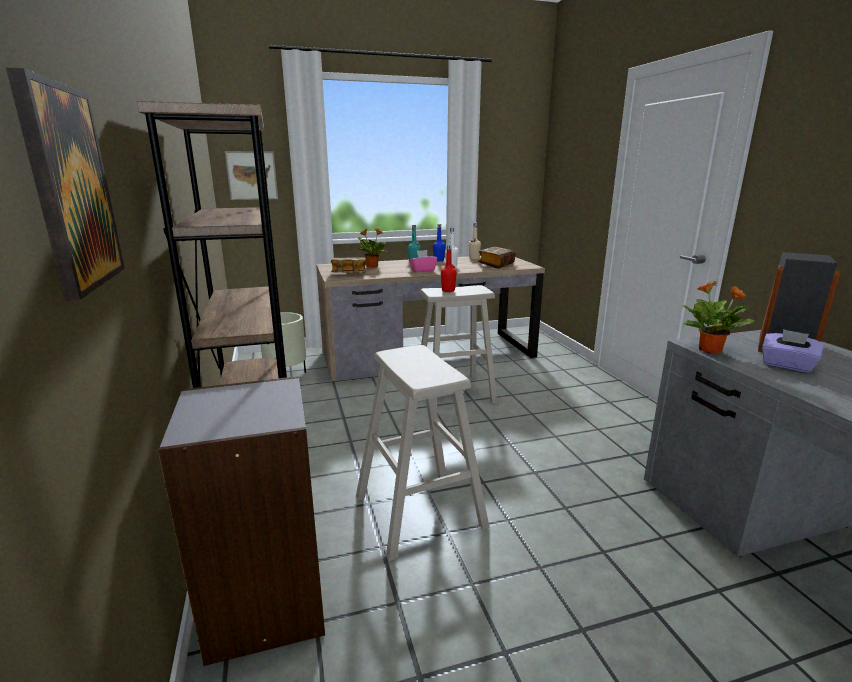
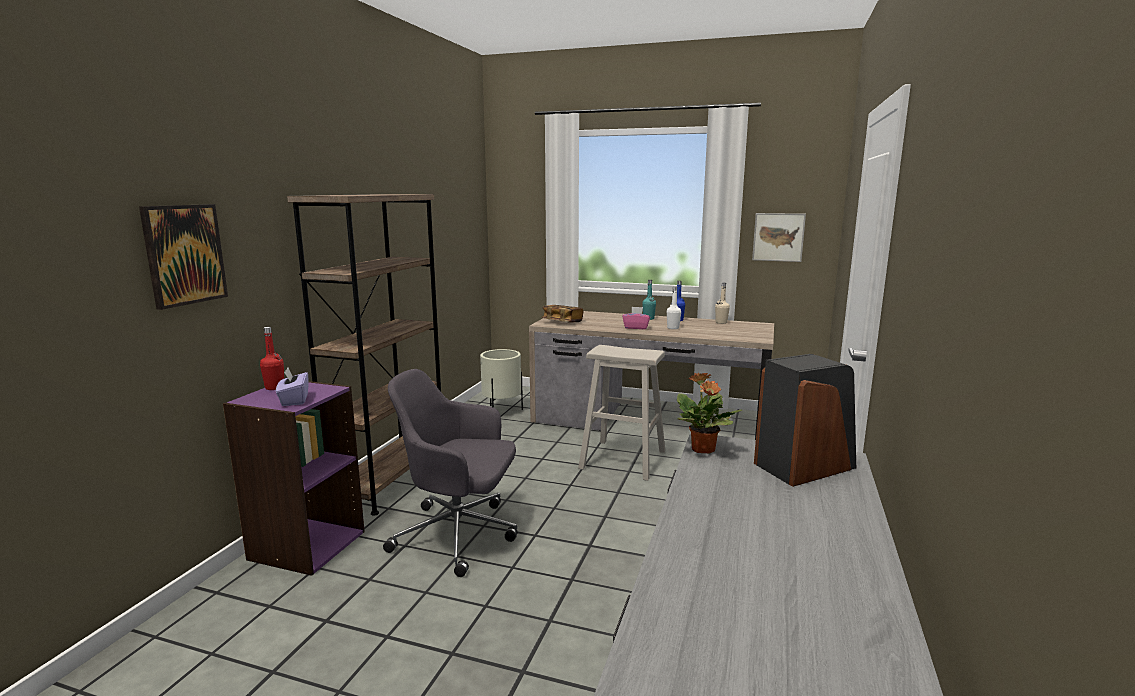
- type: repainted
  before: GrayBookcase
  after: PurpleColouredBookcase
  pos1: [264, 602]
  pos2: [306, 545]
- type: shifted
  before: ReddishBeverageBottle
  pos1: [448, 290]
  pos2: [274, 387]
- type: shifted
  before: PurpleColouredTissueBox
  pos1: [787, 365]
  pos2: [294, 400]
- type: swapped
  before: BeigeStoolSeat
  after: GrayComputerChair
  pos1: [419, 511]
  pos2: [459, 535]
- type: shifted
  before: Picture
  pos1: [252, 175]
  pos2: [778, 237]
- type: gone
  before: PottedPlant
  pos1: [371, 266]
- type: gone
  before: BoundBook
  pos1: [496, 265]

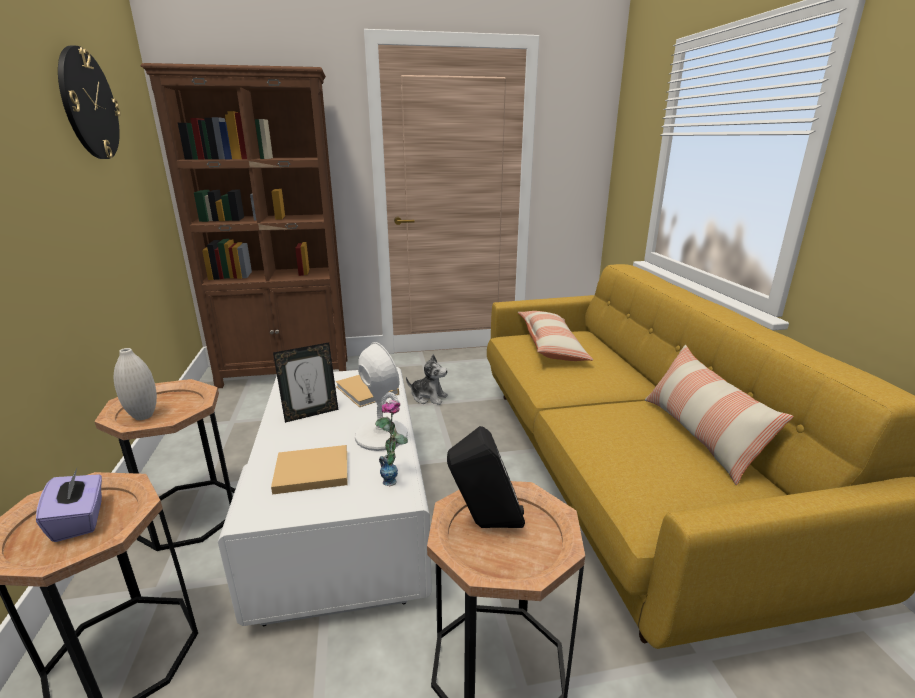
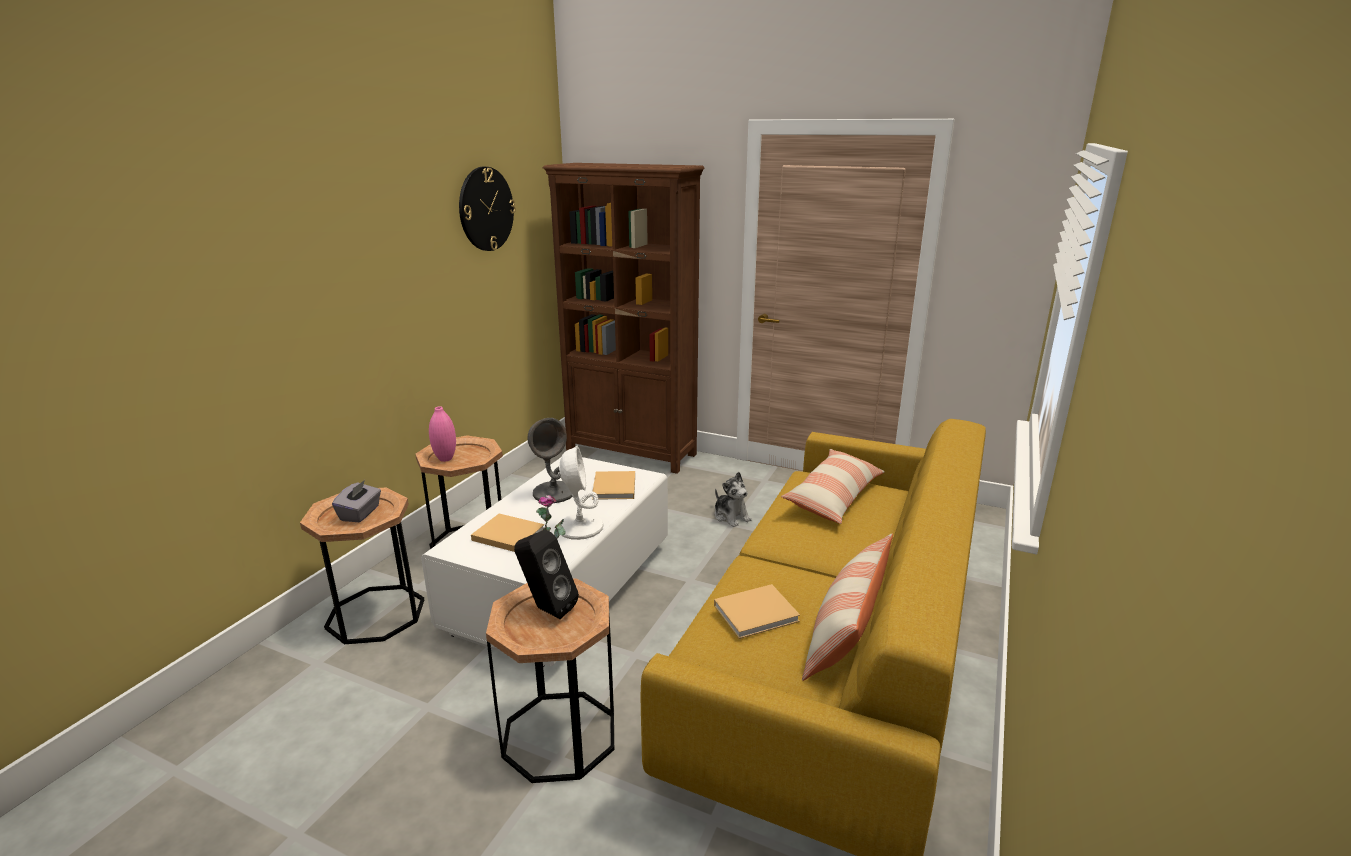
- type: repainted
  before: PurpleColouredTissueBox
  after: GrayTissueBox
  pos1: [80, 520]
  pos2: [360, 513]
- type: repainted
  before: WhitishDecorativeVase
  after: PinkishDecorativeVase
  pos1: [143, 416]
  pos2: [445, 459]
- type: swapped
  before: PhotoFrame
  after: GrayTableLamp
  pos1: [311, 414]
  pos2: [554, 493]
- type: new
  after: BeigeBoundBook
  pos2: [758, 613]

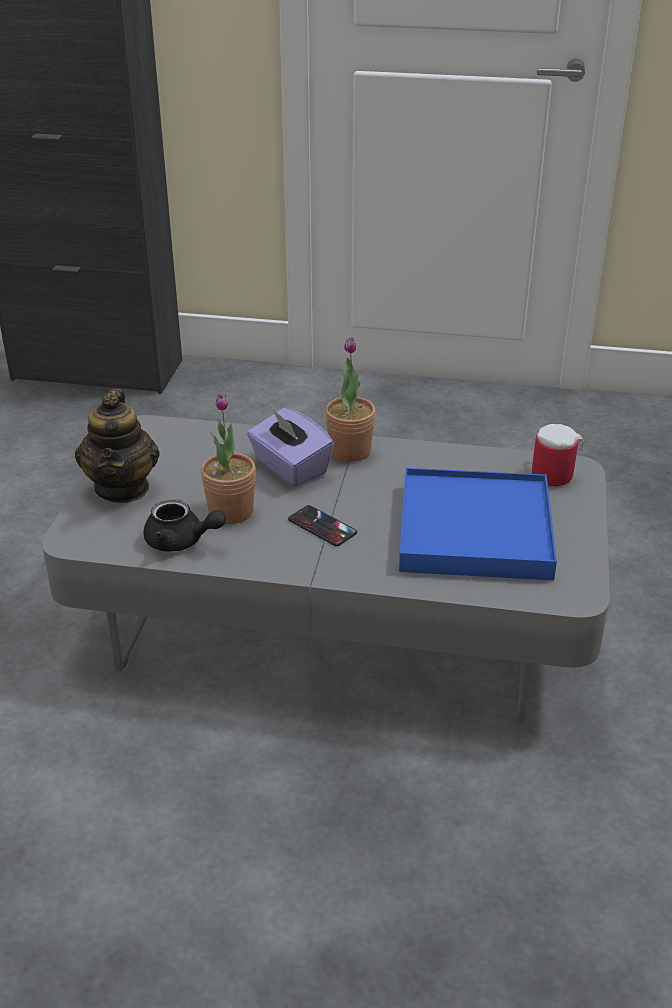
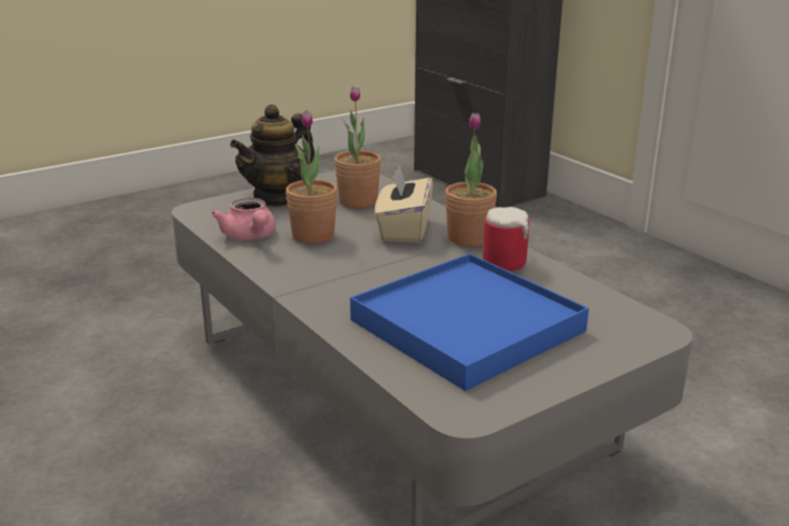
- type: repainted
  before: BlackPotForTea
  after: PinkishPotForTea
  pos1: [181, 541]
  pos2: [250, 237]
- type: new
  after: PottedPlant
  pos2: [358, 201]
- type: repainted
  before: PurpleColouredTissueBox
  after: BeigeTissueBox
  pos1: [290, 468]
  pos2: [403, 230]
- type: shifted
  before: TeaMug
  pos1: [551, 472]
  pos2: [509, 261]
- type: gone
  before: Handset
  pos1: [322, 526]

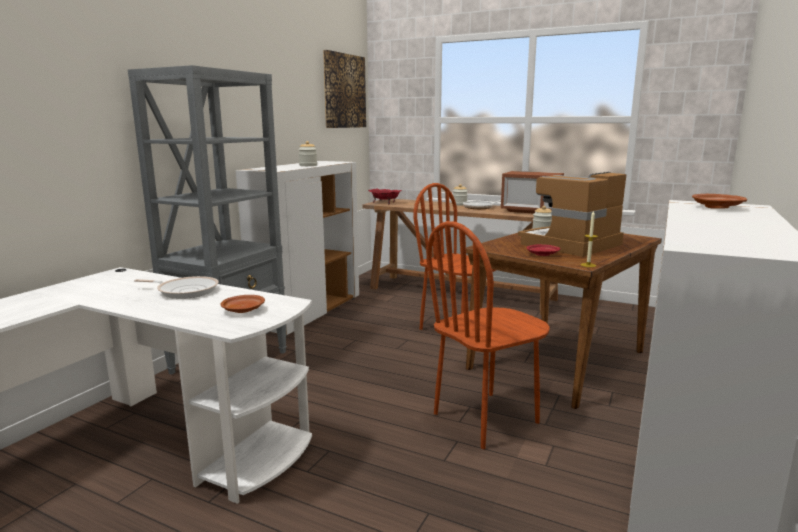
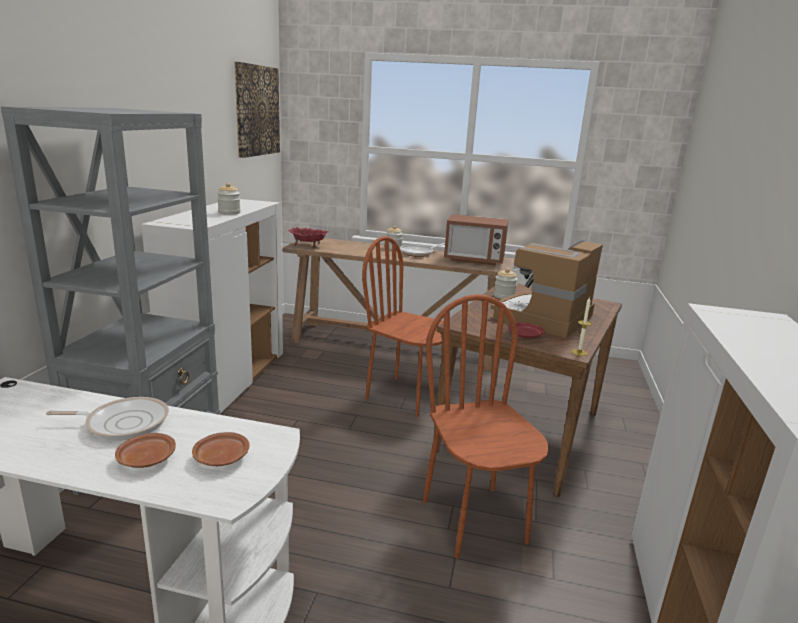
- type: shifted
  before: BrownColouredPlate
  pos1: [716, 207]
  pos2: [146, 458]
- type: rotated
  before: BrownColouredChair
  pos1: [486, 418]
  pos2: [474, 521]
  turn: 120

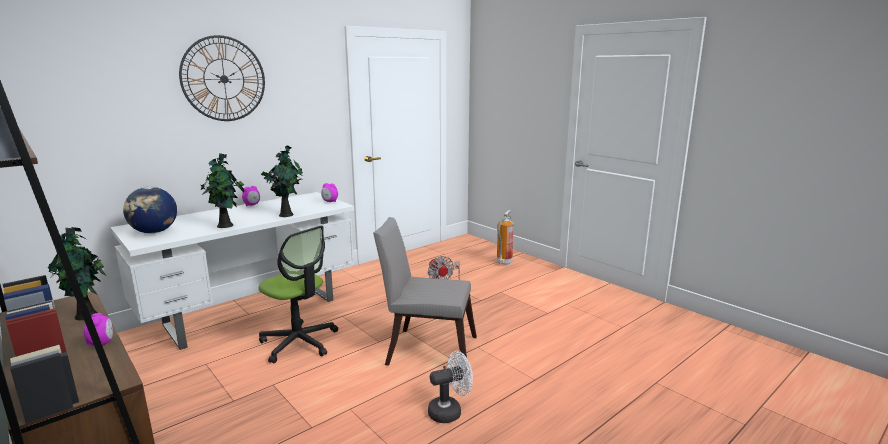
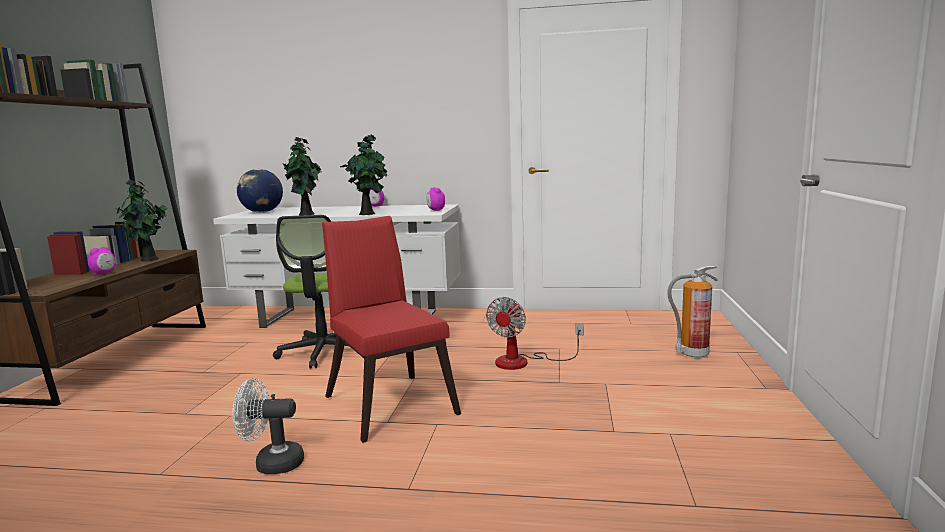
- type: rotated
  before: WhitishFan
  pos1: [450, 411]
  pos2: [272, 463]
  turn: 150
- type: repainted
  before: GrayChair
  after: ReddishChair
  pos1: [426, 349]
  pos2: [389, 401]
- type: gone
  before: HangingClock
  pos1: [224, 79]

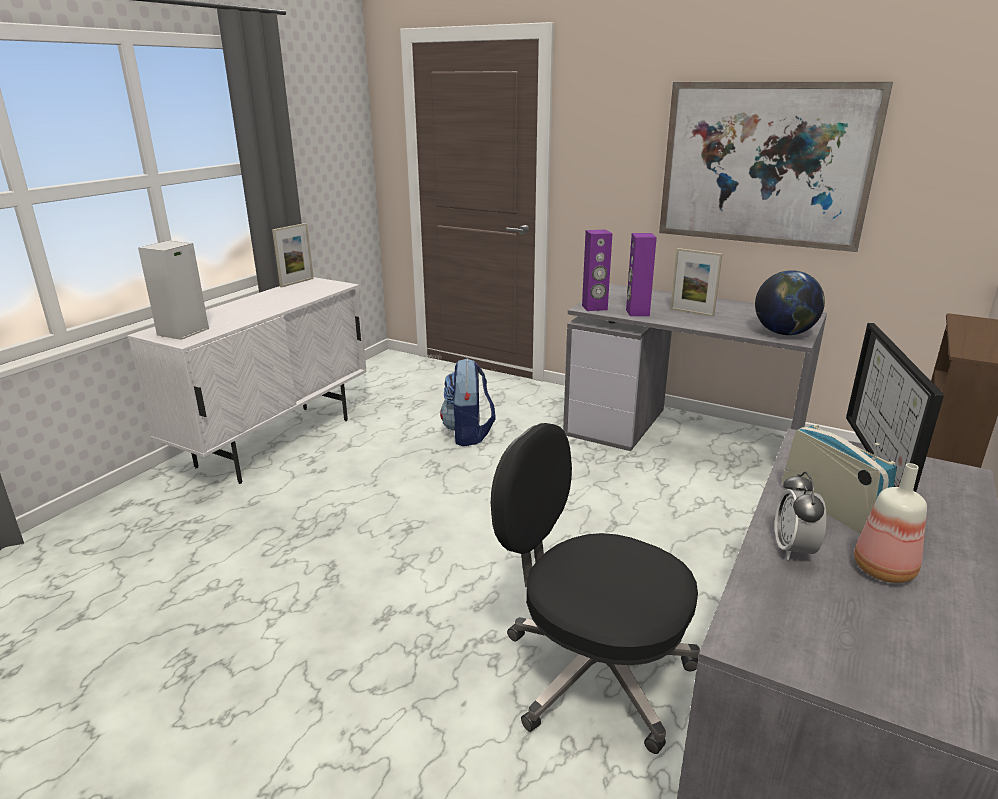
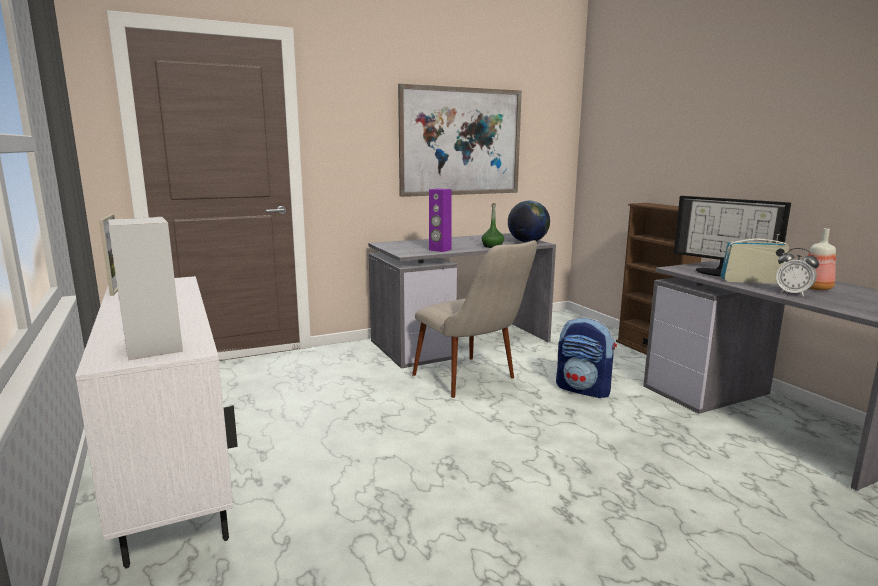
- type: new
  after: BeigeChair
  pos2: [474, 382]
- type: new
  after: GreenColouredBeverageBottle
  pos2: [492, 246]
- type: shifted
  before: Knapsack
  pos1: [468, 434]
  pos2: [584, 389]
- type: gone
  before: BlackComputerChair
  pos1: [592, 671]
- type: gone
  before: PurpleColouredAudioSpeaker
  pos1: [594, 307]
- type: gone
  before: PhotoFrame
  pos1: [692, 312]

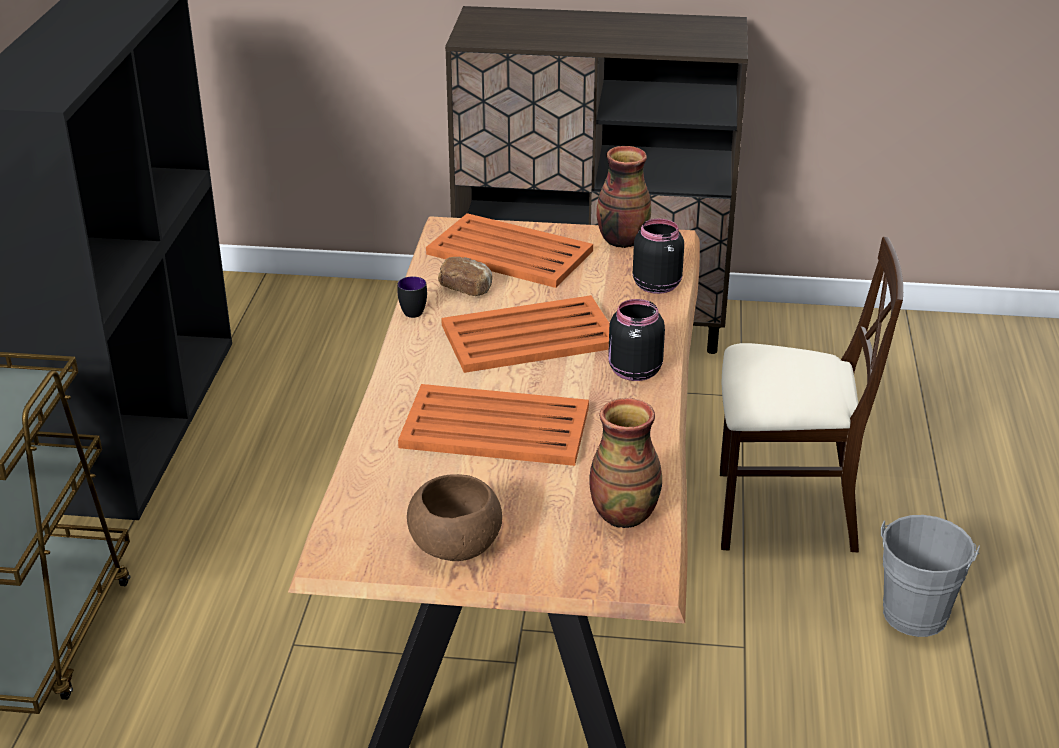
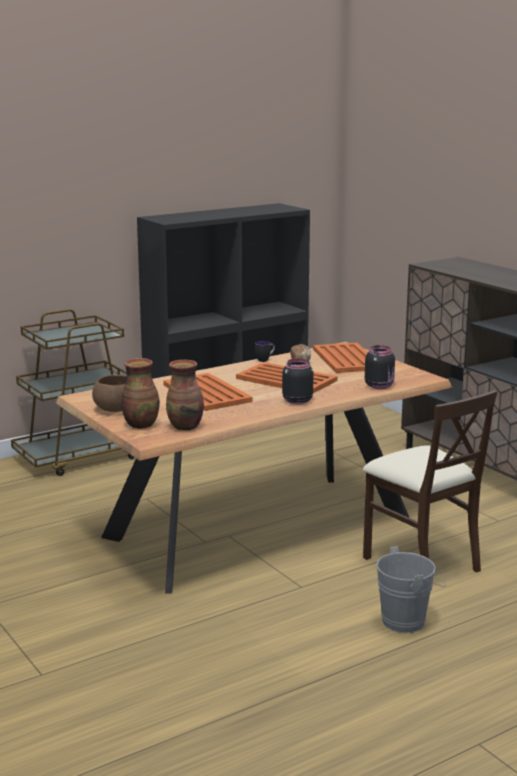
- type: shifted
  before: DecorativeVase
  pos1: [621, 240]
  pos2: [140, 424]

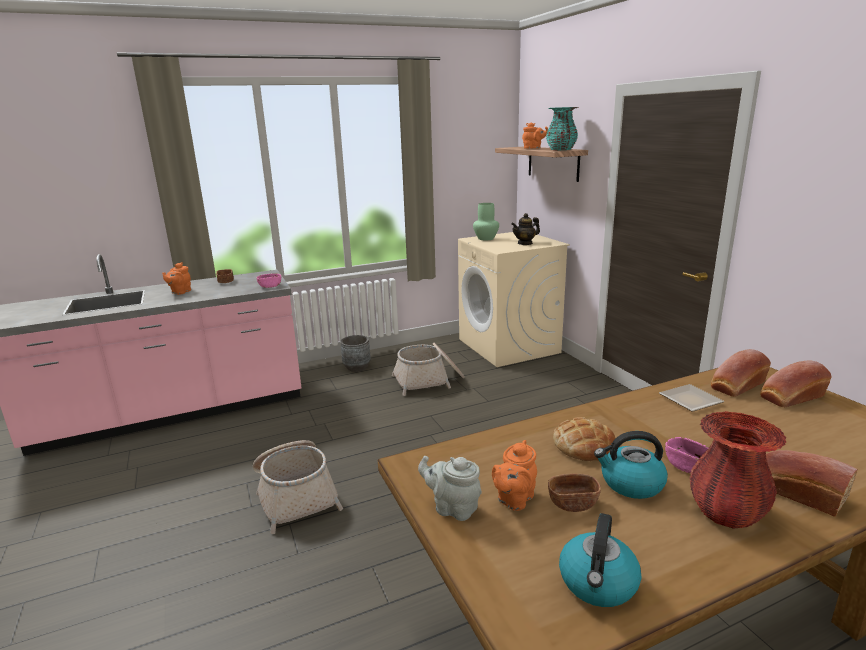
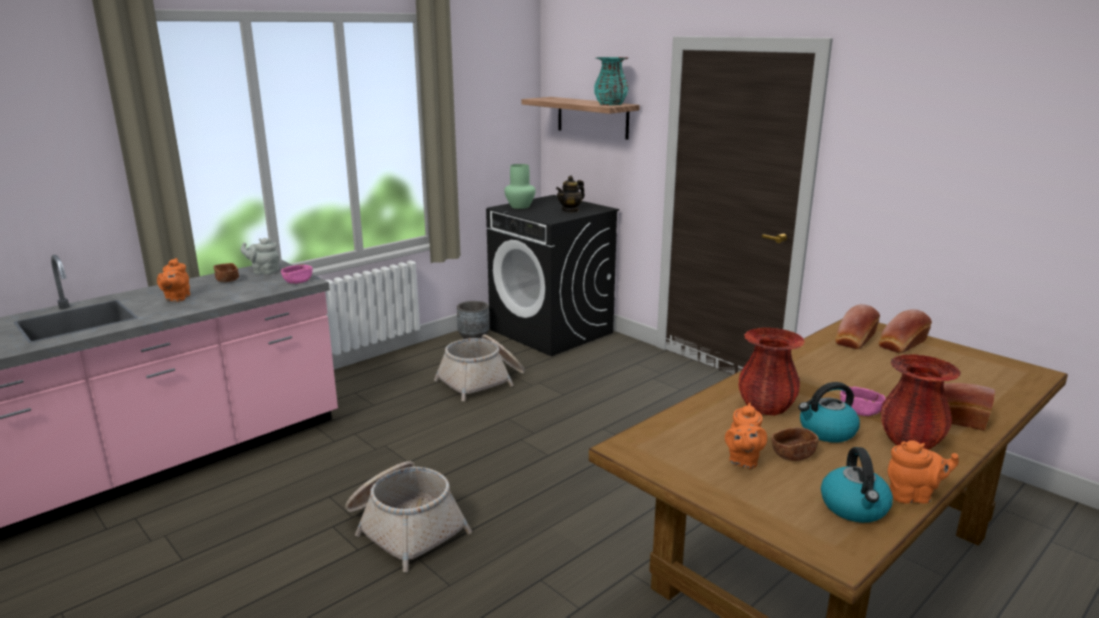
- type: shifted
  before: GrayPotForTea
  pos1: [453, 508]
  pos2: [264, 272]
- type: shifted
  before: GrayPlanter
  pos1: [357, 367]
  pos2: [474, 337]
- type: repainted
  before: BeigeLaundryAppliance
  after: BlackLaundryAppliance
  pos1: [509, 346]
  pos2: [552, 331]
- type: swapped
  before: BakeryBread
  after: ReddishDecorativeVase
  pos1: [583, 445]
  pos2: [766, 407]
- type: shifted
  before: OrangePotForTea
  pos1: [533, 148]
  pos2: [913, 496]
- type: gone
  before: Plate
  pos1: [692, 401]

